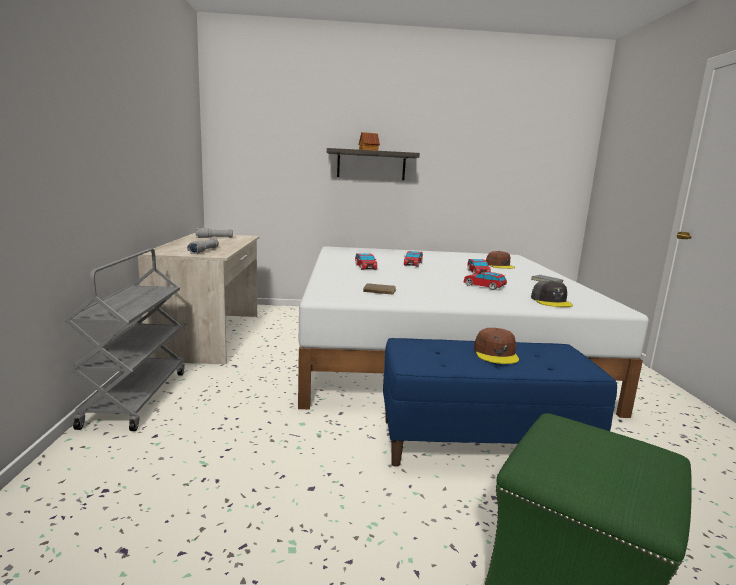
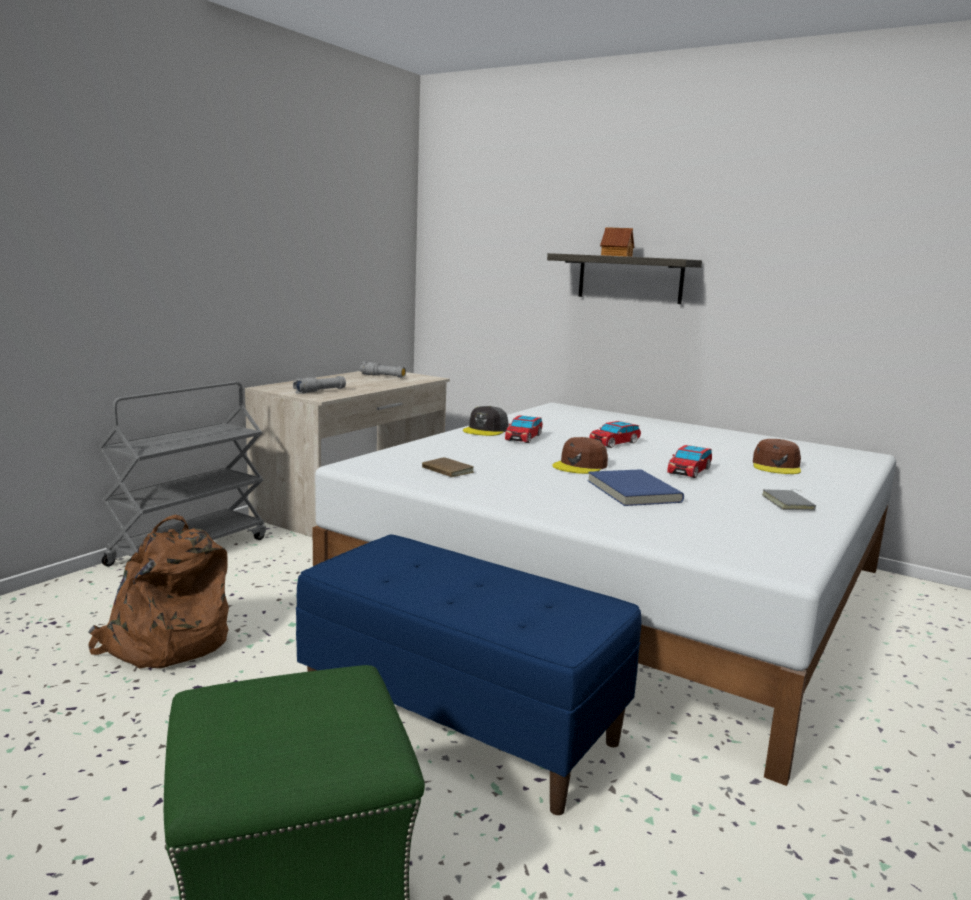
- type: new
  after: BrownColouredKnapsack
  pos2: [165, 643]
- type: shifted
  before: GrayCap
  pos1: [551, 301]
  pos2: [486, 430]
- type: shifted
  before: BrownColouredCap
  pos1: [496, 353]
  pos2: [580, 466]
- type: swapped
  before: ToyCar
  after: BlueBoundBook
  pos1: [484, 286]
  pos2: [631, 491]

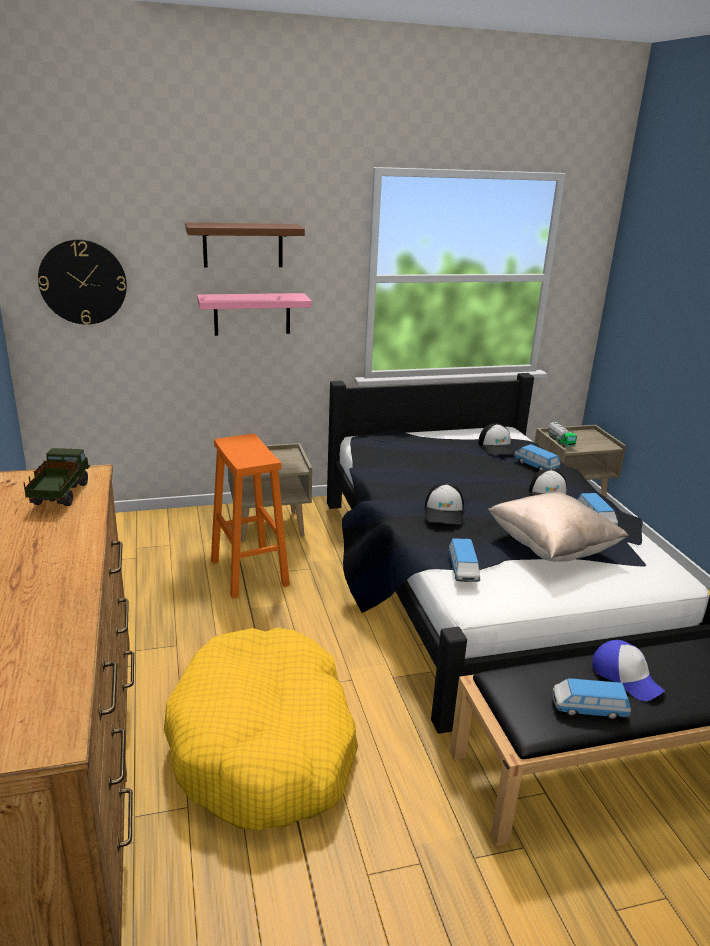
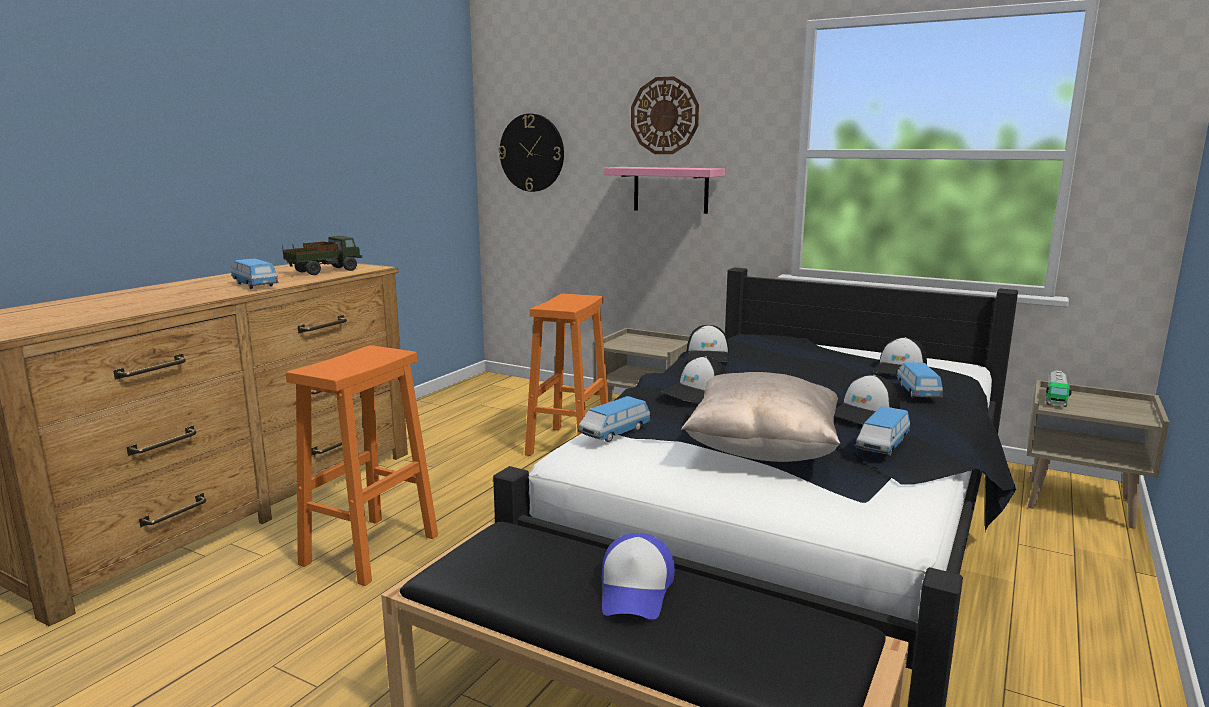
- type: shifted
  before: ToyCar
  pos1: [588, 708]
  pos2: [255, 285]
- type: swapped
  before: YellowishDogBed
  after: OrangeStoolSeat
  pos1: [264, 744]
  pos2: [371, 548]
- type: swapped
  before: BrownColouredBracketShelf
  after: HangingClock
  pos1: [243, 245]
  pos2: [664, 116]
- type: new
  after: Cap
  pos2: [708, 356]

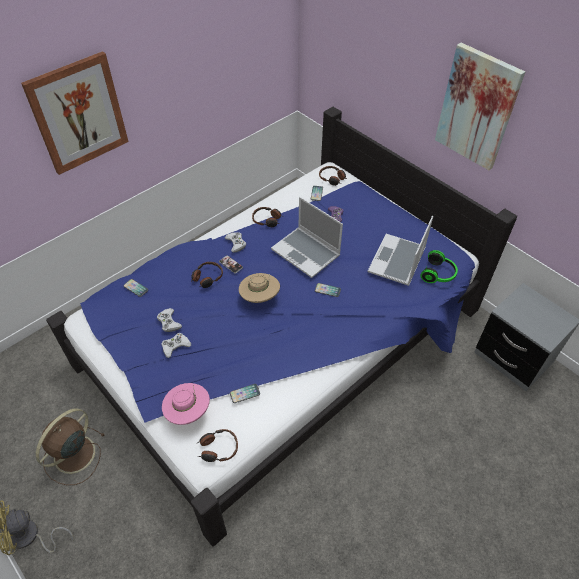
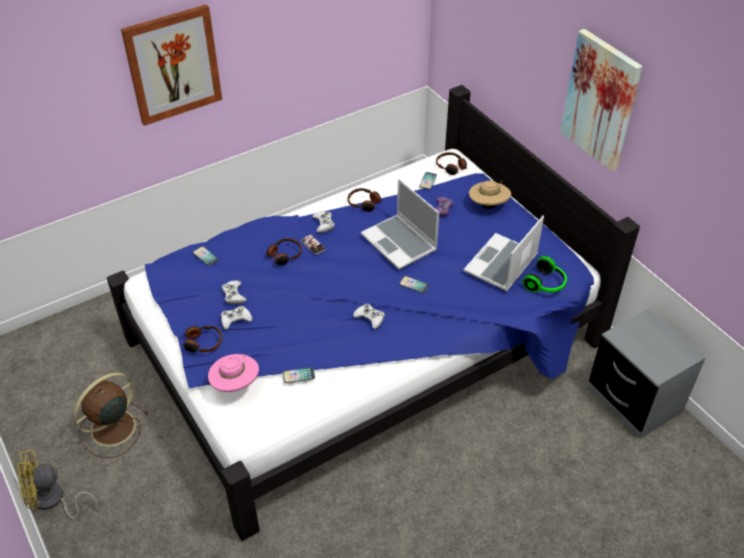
- type: shifted
  before: PairOfHeadphones
  pos1: [218, 448]
  pos2: [202, 343]
- type: new
  after: WhitishGamepad
  pos2: [370, 318]
- type: shifted
  before: BeigeHat
  pos1: [260, 297]
  pos2: [488, 205]

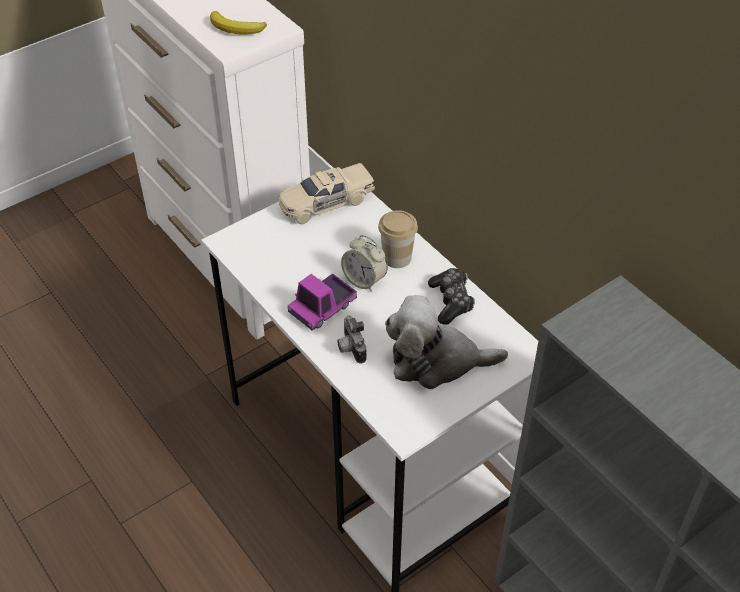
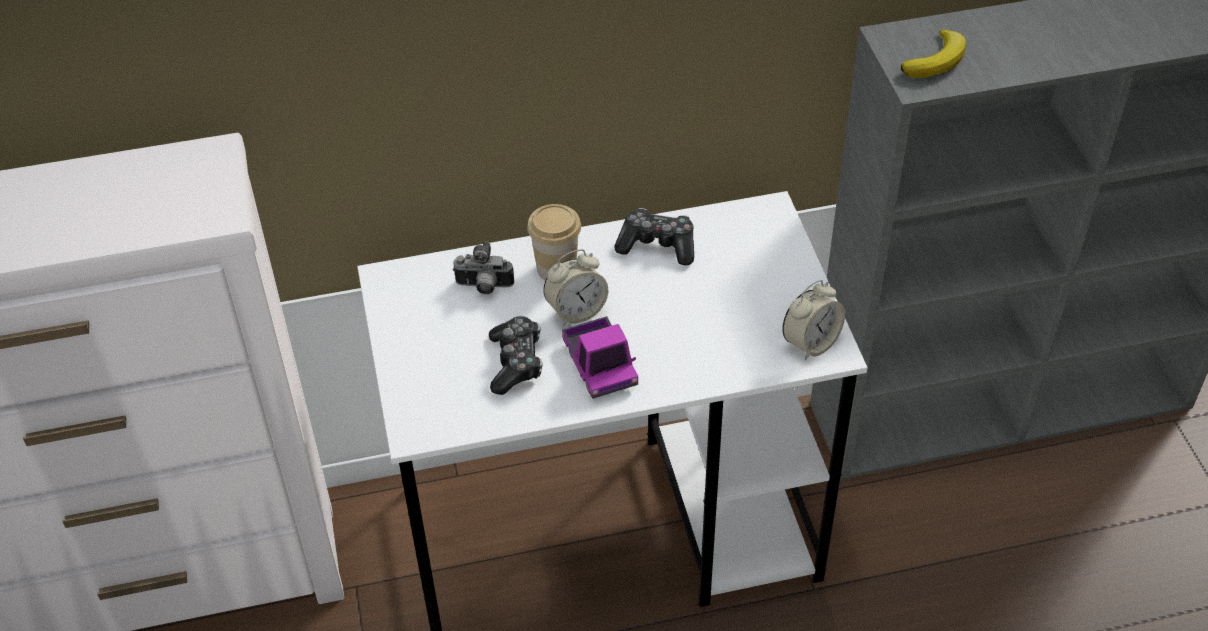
- type: shifted
  before: PhotoCamera
  pos1: [350, 348]
  pos2: [484, 287]
- type: new
  after: Gamepad
  pos2: [516, 362]
- type: new
  after: BedsideClock
  pos2: [811, 343]
- type: shifted
  before: WholeBanana
  pos1: [236, 28]
  pos2: [936, 60]
- type: gone
  before: BeigeToyCar
  pos1: [326, 203]
- type: gone
  before: CuddlyToy
  pos1: [436, 361]

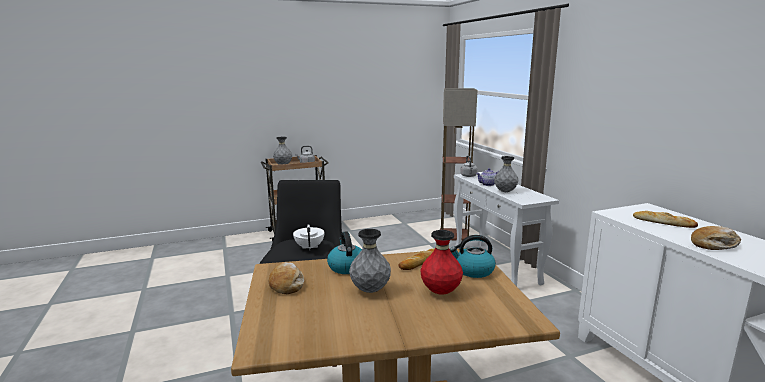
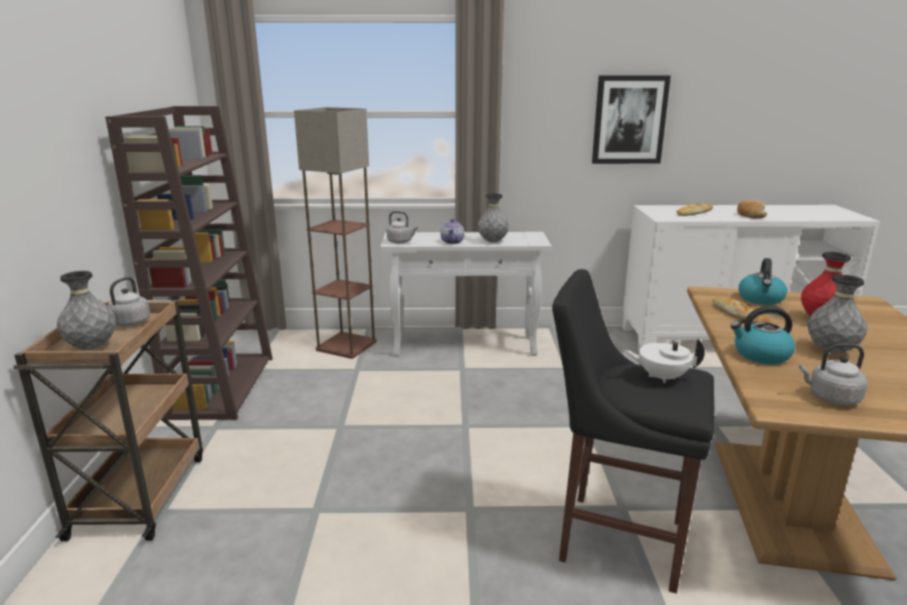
- type: new
  after: BrownColouredBookcase
  pos2: [222, 385]
- type: new
  after: Picture
  pos2: [629, 120]
- type: swapped
  before: BakeryBread
  after: GrayKettle
  pos1: [286, 284]
  pos2: [831, 398]

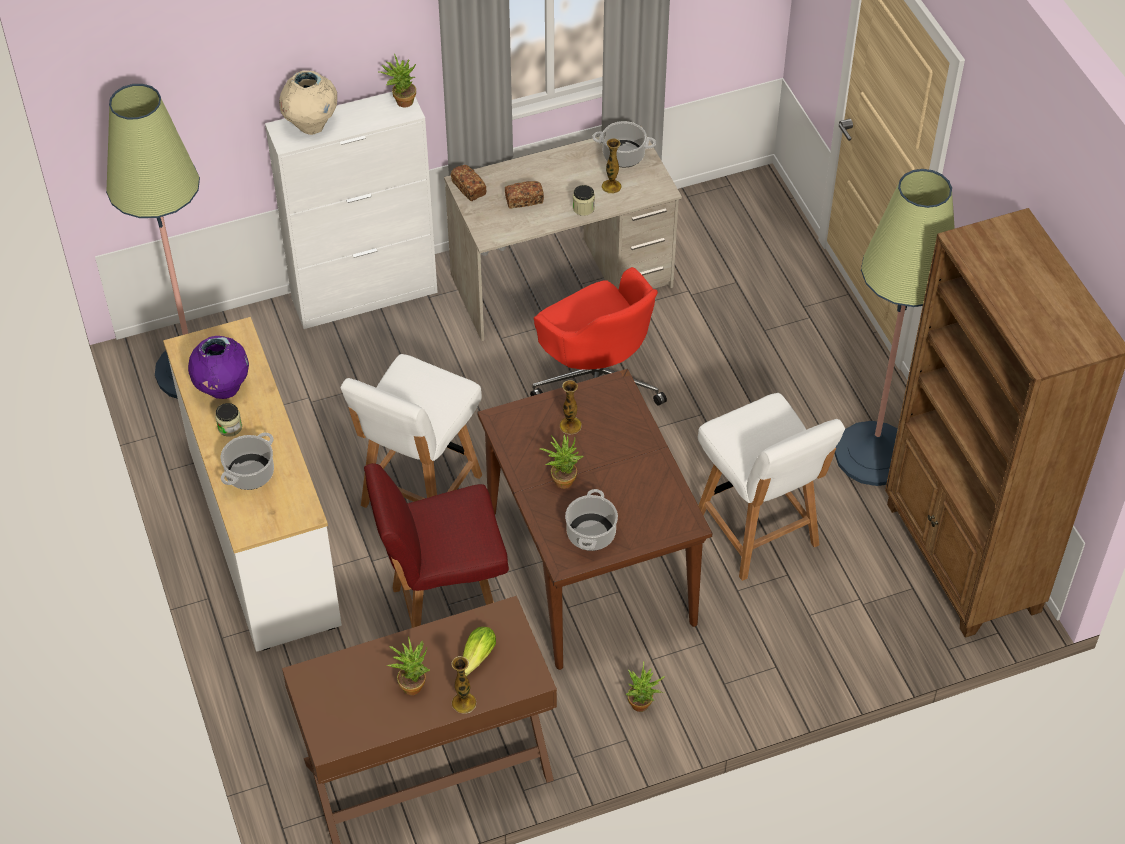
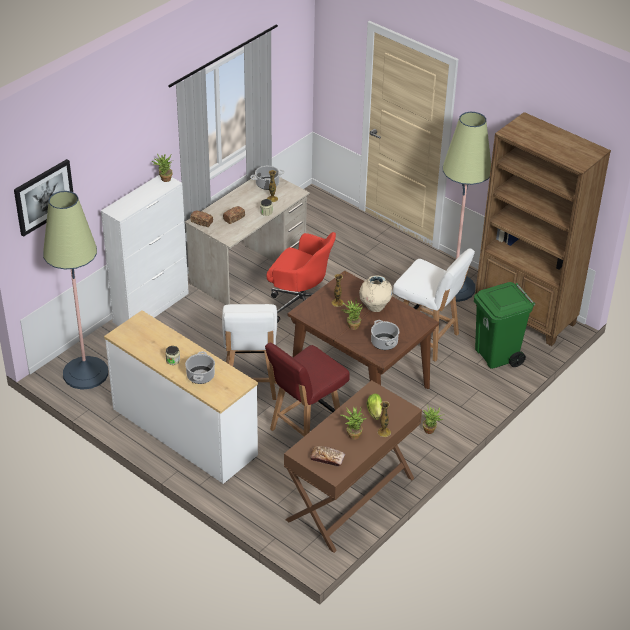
- type: new
  after: Picture
  pos2: [43, 197]
- type: new
  after: BakeryBread
  pos2: [327, 458]
- type: shifted
  before: BeigeDecorativeVase
  pos1: [311, 125]
  pos2: [374, 307]
- type: new
  after: GreenColouredWasteBin
  pos2: [497, 356]
- type: gone
  before: PurpleColouredDecorativeVase
  pos1: [222, 389]

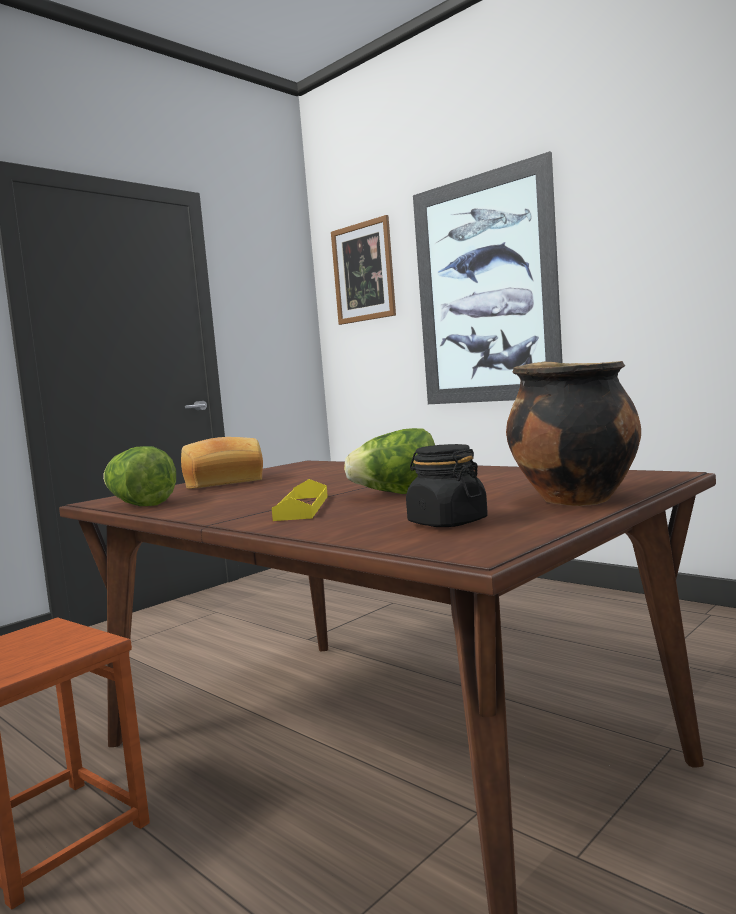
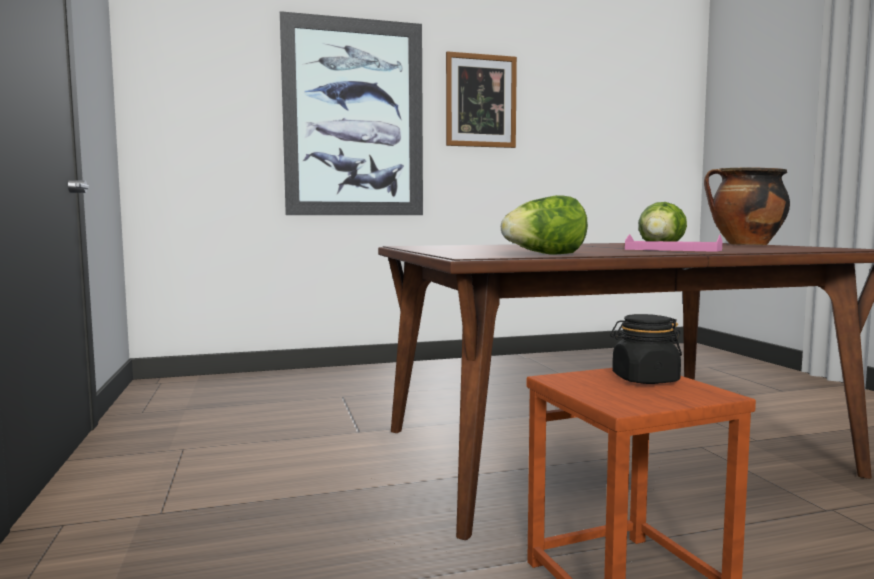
- type: shifted
  before: Picture
  pos1: [363, 272]
  pos2: [481, 101]
- type: shifted
  before: BlackJar
  pos1: [447, 522]
  pos2: [644, 379]
- type: repainted
  before: YellowishTray
  after: PinkishTray
  pos1: [302, 507]
  pos2: [672, 250]
- type: gone
  before: BakeryBread
  pos1: [224, 483]

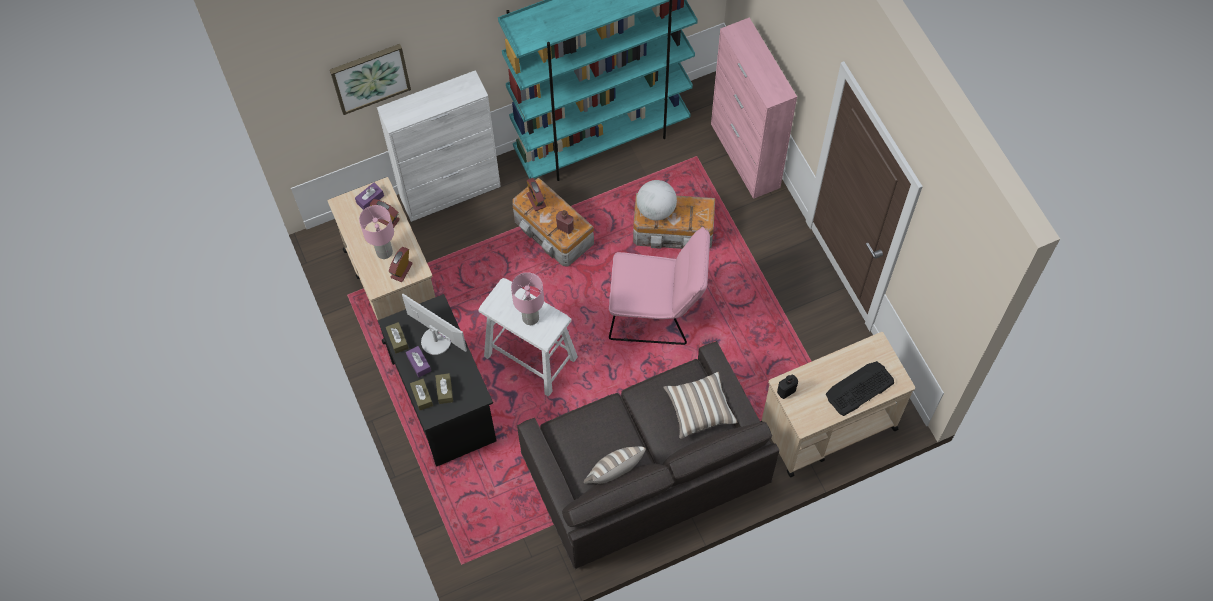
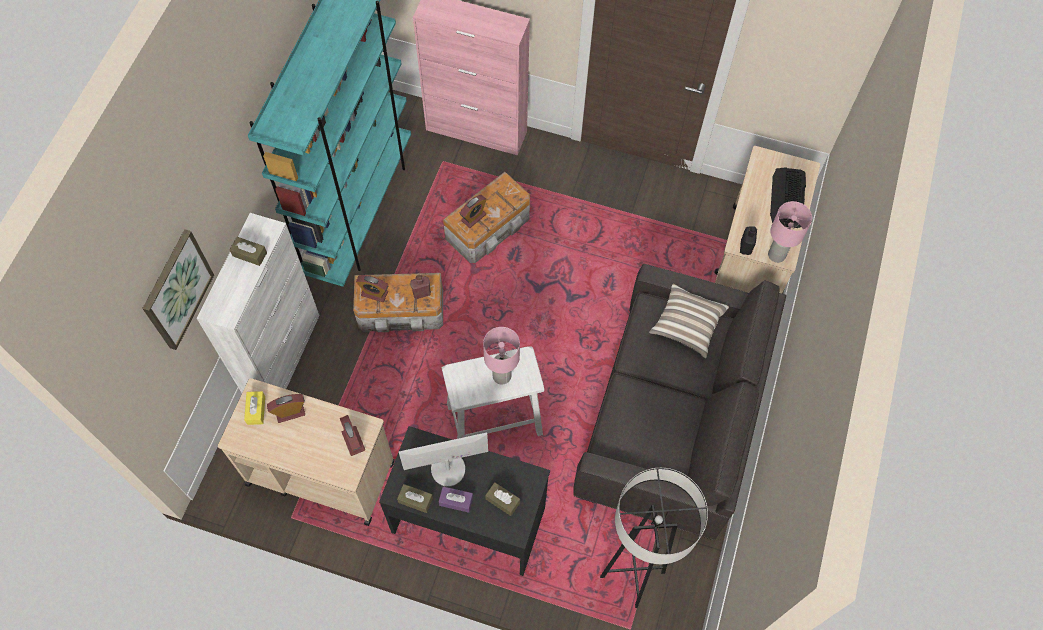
- type: shifted
  before: BrownColouredTissueBox
  pos1: [422, 396]
  pos2: [249, 254]
- type: repainted
  before: PurpleColouredTissueBox
  after: YellowishTissueBox
  pos1: [370, 199]
  pos2: [256, 410]
- type: swapped
  before: DeskGlobe
  after: BedsideClock
  pos1: [656, 210]
  pos2: [473, 217]
- type: new
  after: GrayStandingLamp
  pos2: [632, 575]
- type: shifted
  before: PinkishTableLamp
  pos1: [385, 252]
  pos2: [777, 255]
- type: gone
  before: ThrowPillow
  pos1: [614, 476]
- type: gone
  before: PinkishChair
  pos1: [657, 312]

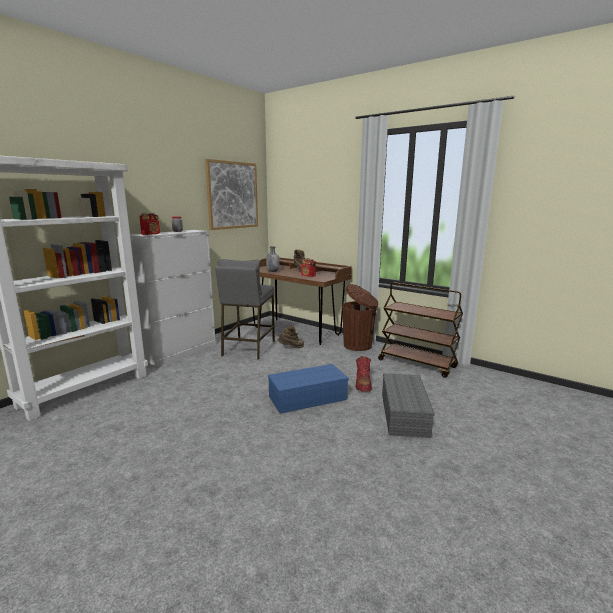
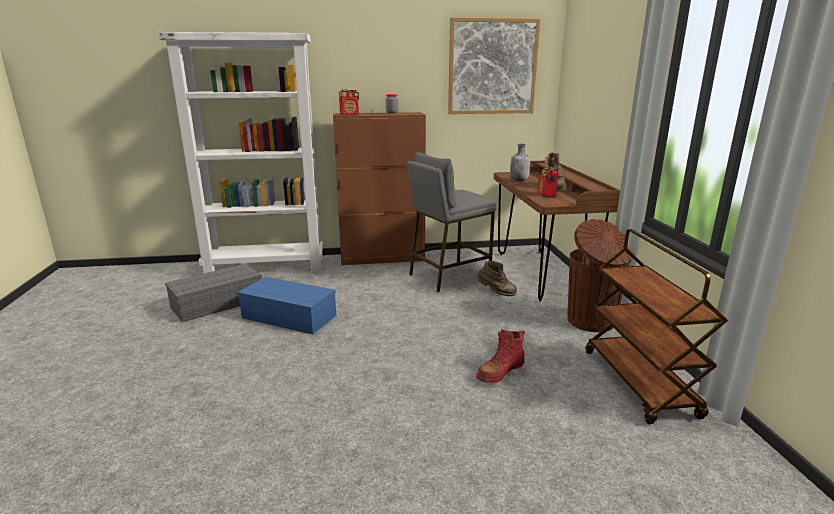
- type: shifted
  before: GrayStorageBox
  pos1: [403, 413]
  pos2: [218, 302]
- type: shifted
  before: BlueStorageBox
  pos1: [308, 397]
  pos2: [290, 316]
- type: repainted
  before: WhitishStorageCabinet
  after: BrownColouredStorageCabinet
  pos1: [182, 352]
  pos2: [383, 258]

